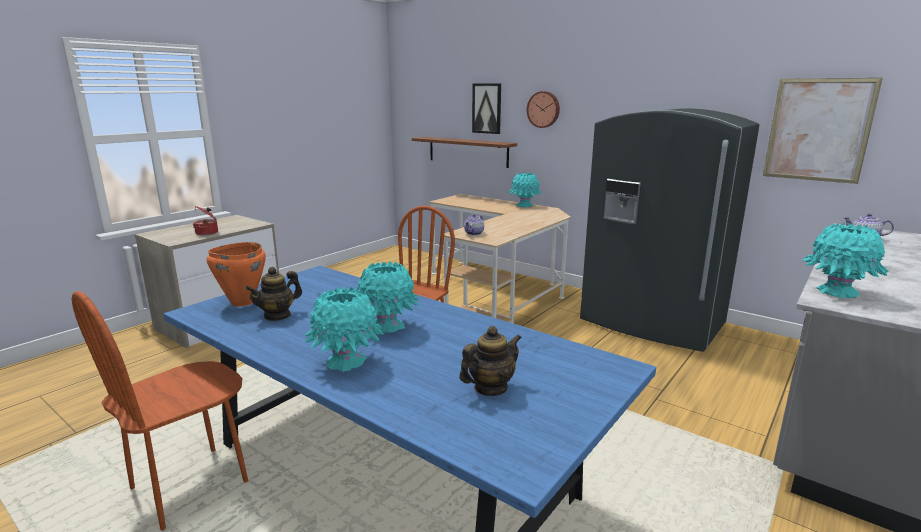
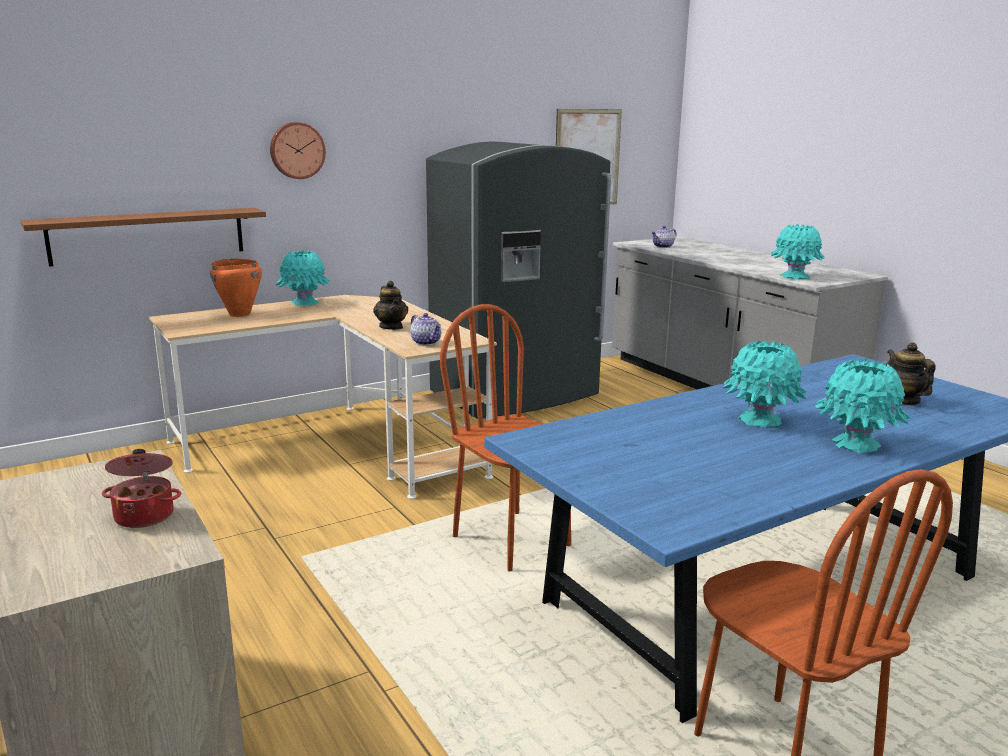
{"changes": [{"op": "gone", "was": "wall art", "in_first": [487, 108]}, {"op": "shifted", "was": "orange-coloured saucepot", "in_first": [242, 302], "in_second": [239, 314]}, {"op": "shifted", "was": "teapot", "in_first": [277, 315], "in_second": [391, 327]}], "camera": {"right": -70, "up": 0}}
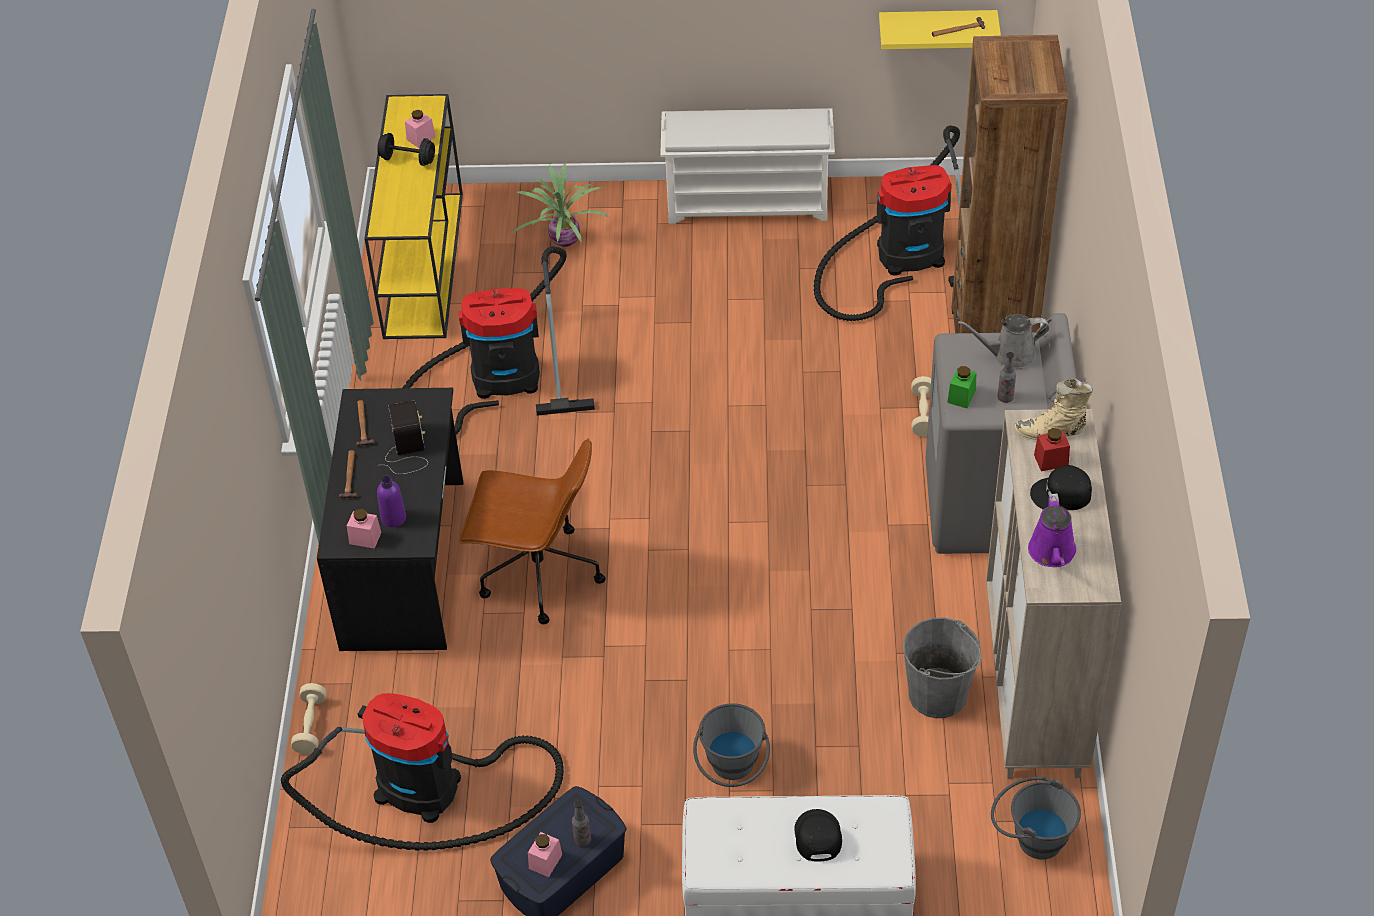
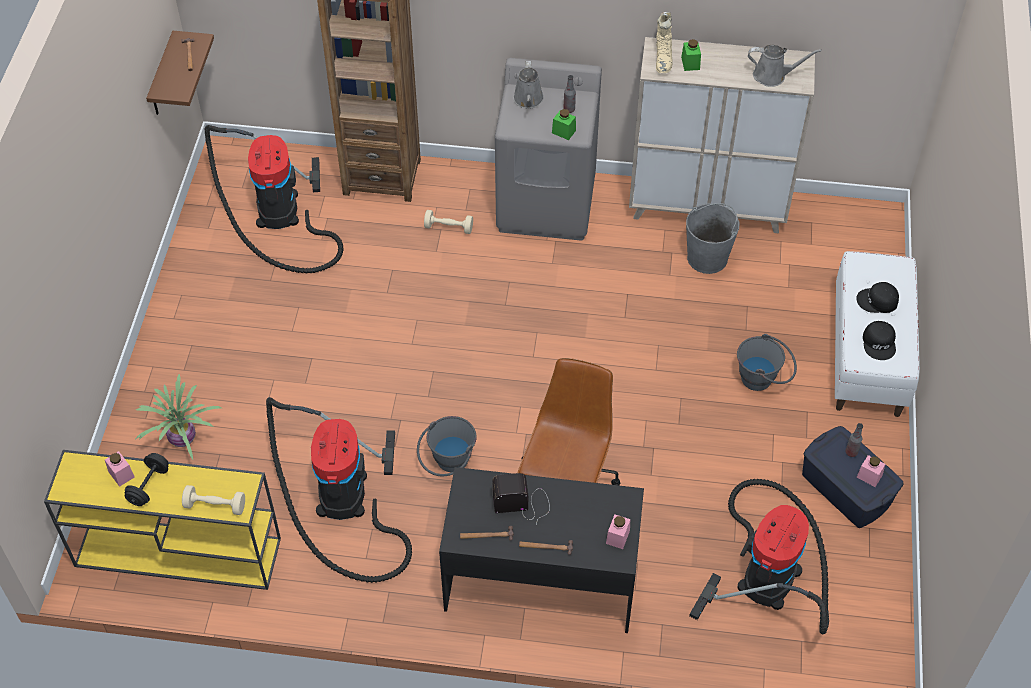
{"changes": [{"op": "repainted", "was": "yellow shelf", "now": "brown shelf", "in_first": [937, 28], "in_second": [162, 76]}, {"op": "gone", "was": "white-coloured shoe rack", "in_first": [749, 203]}, {"op": "repainted", "was": "reddish storage jar", "now": "greenish storage jar", "in_first": [1051, 460], "in_second": [690, 63]}, {"op": "shifted", "was": "blackish peaked cap", "in_first": [1061, 494], "in_second": [879, 343]}, {"op": "gone", "was": "purple beverage bottle", "in_first": [393, 518]}, {"op": "repainted", "was": "purple watering can", "now": "grey watering can", "in_first": [1052, 553], "in_second": [773, 76]}, {"op": "shifted", "was": "beige-coloured dumbbell", "in_first": [311, 726], "in_second": [215, 506]}, {"op": "shifted", "was": "grey water bucket", "in_first": [1031, 837], "in_second": [448, 464]}], "camera": {"right": -85, "up": 5}}
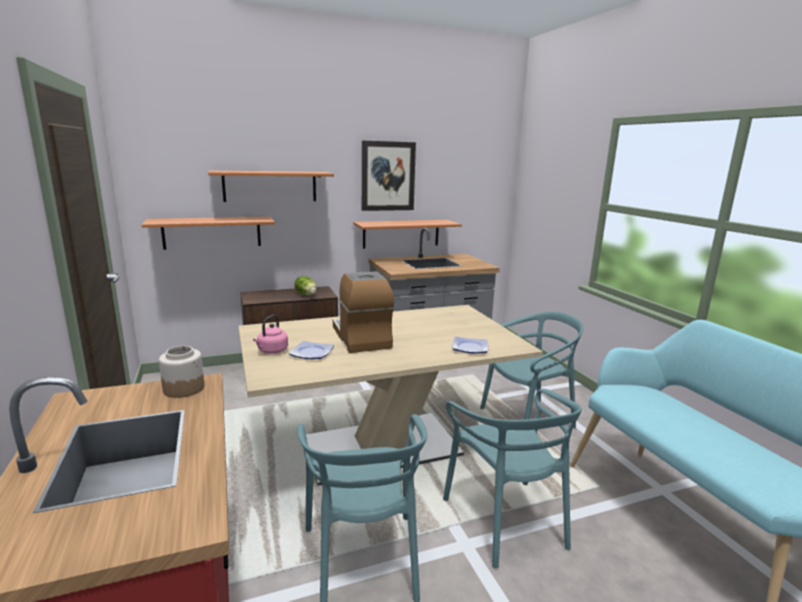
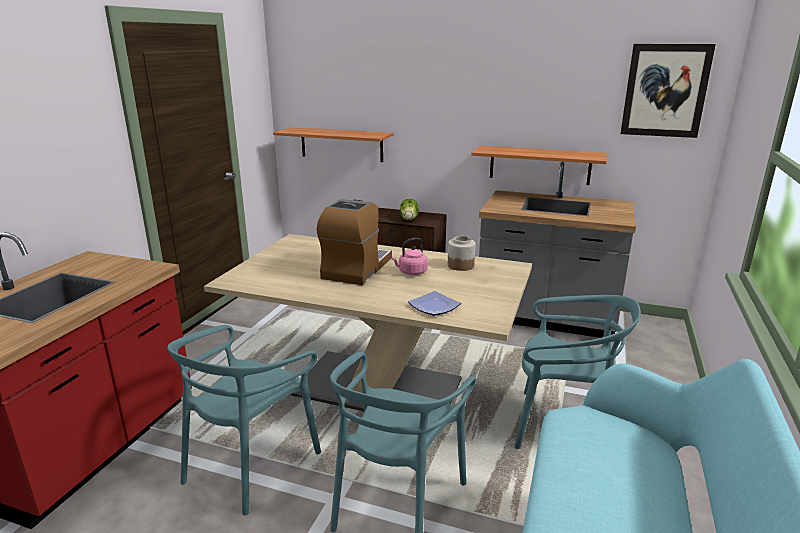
{"changes": [{"op": "shifted", "was": "wall art", "in_first": [388, 176], "in_second": [665, 91]}, {"op": "gone", "was": "shelf", "in_first": [270, 186]}, {"op": "shifted", "was": "pinkish tea kettle", "in_first": [271, 351], "in_second": [411, 272]}, {"op": "gone", "was": "flat dish", "in_first": [310, 353]}, {"op": "shifted", "was": "storage jar", "in_first": [184, 388], "in_second": [460, 265]}], "camera": {"right": 40, "up": 5}}
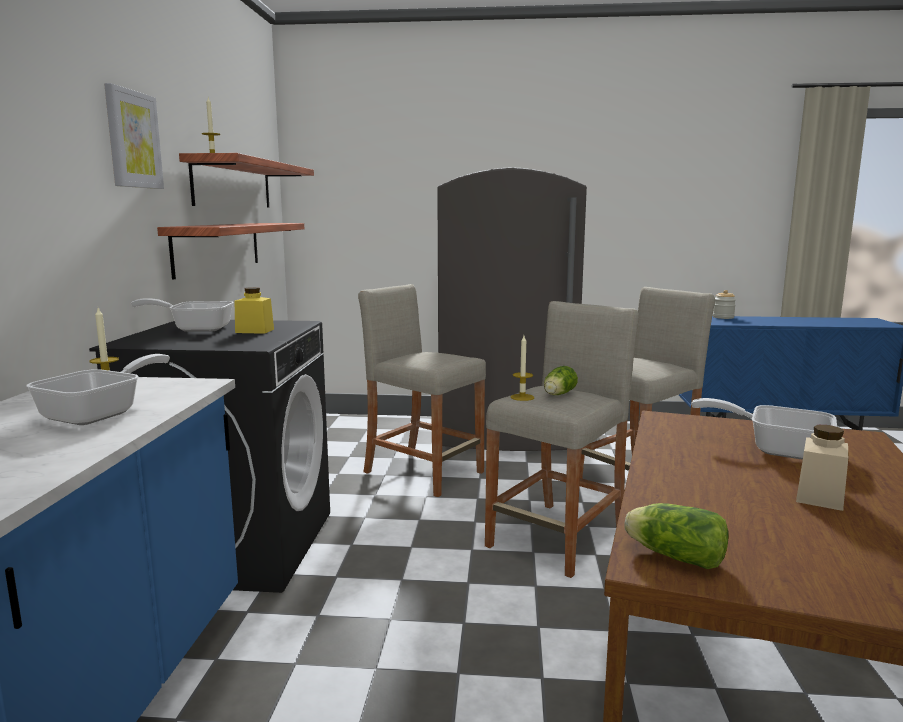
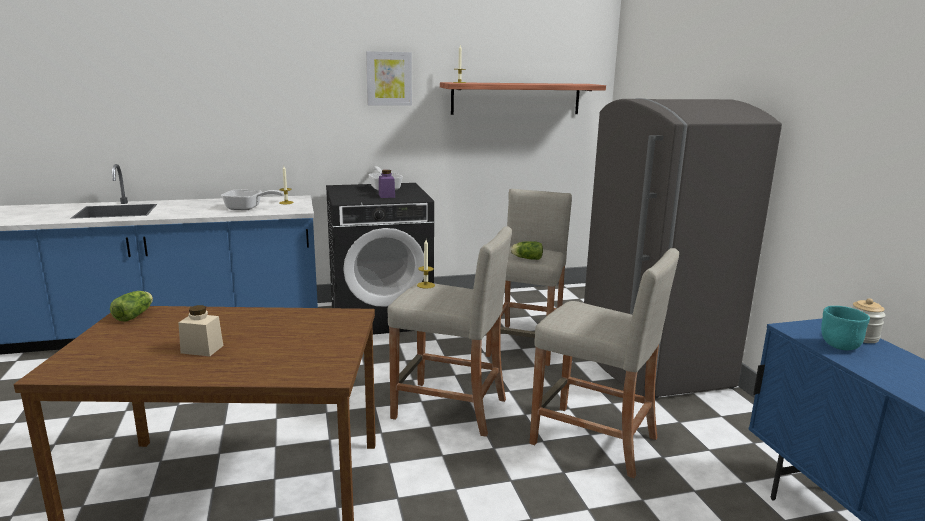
{"changes": [{"op": "gone", "was": "shelf", "in_first": [218, 247]}, {"op": "repainted", "was": "yellow storage jar", "now": "purple storage jar", "in_first": [254, 331], "in_second": [386, 196]}, {"op": "shifted", "was": "lettuce head", "in_first": [558, 394], "in_second": [526, 258]}, {"op": "gone", "was": "skillet", "in_first": [776, 449]}, {"op": "new", "now": "blue-green bowl", "in_second": [839, 346]}], "camera": {"right": 70, "up": 5}}
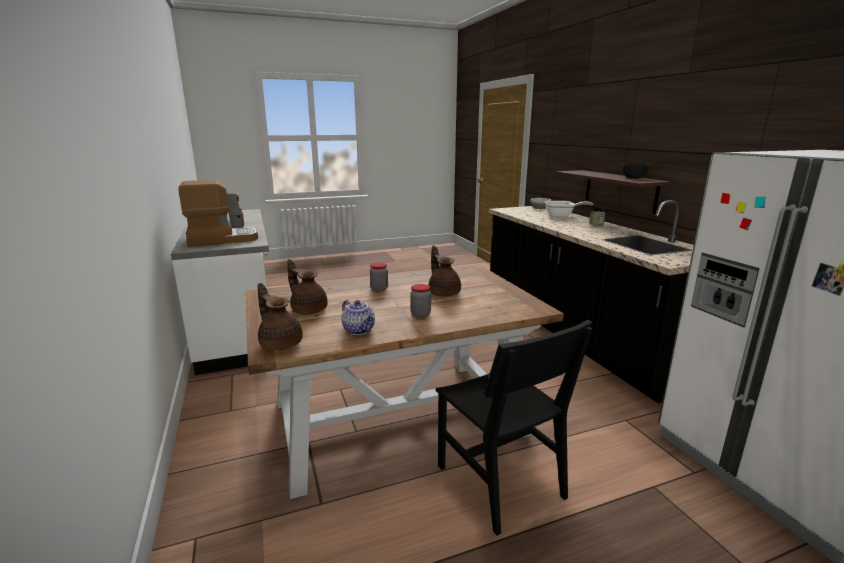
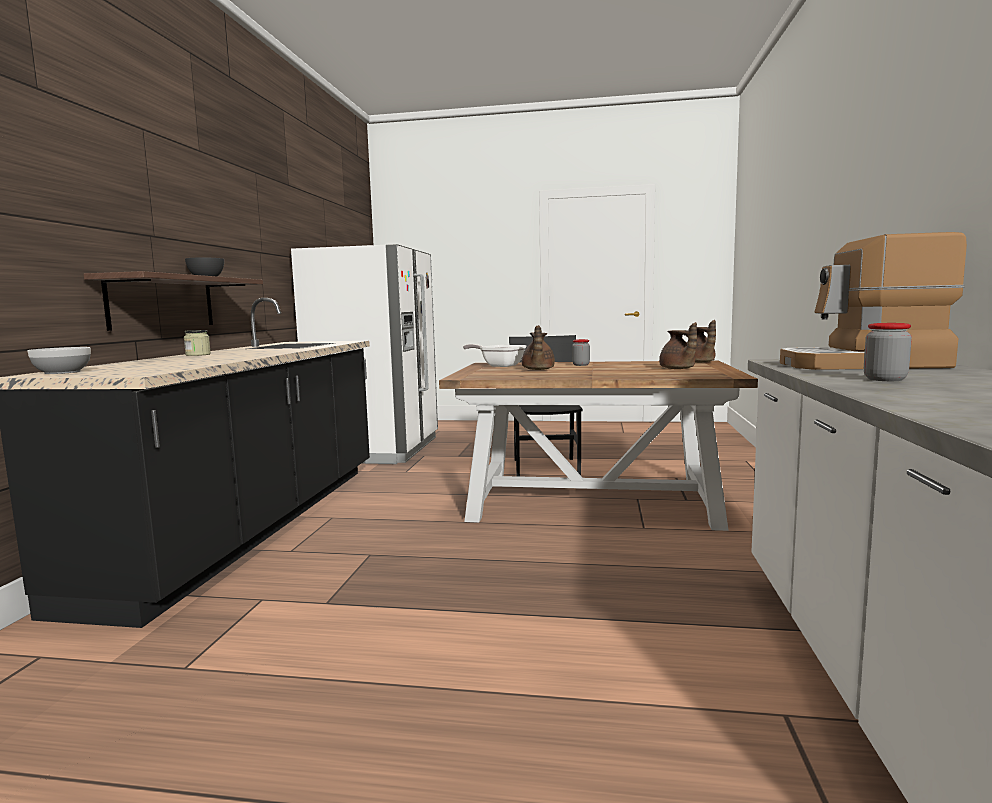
{"changes": [{"op": "shifted", "was": "skillet", "in_first": [562, 216], "in_second": [499, 365]}, {"op": "gone", "was": "storage jar", "in_first": [379, 289]}, {"op": "gone", "was": "teapot", "in_first": [359, 330]}], "camera": {"right": -150, "up": -10}}
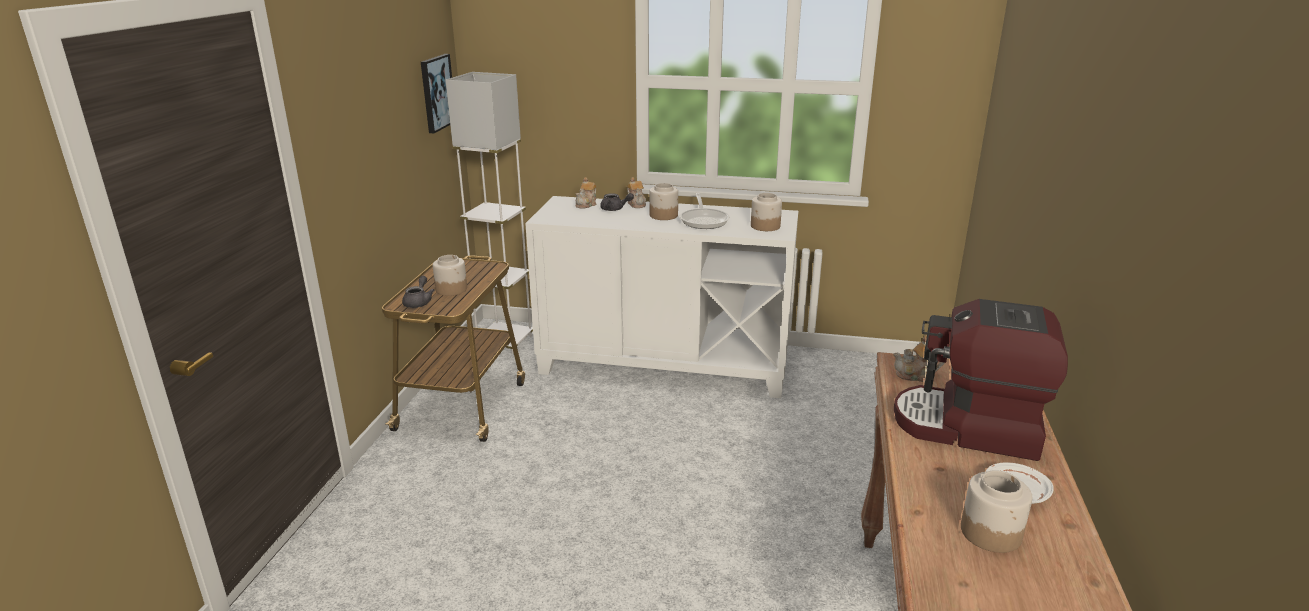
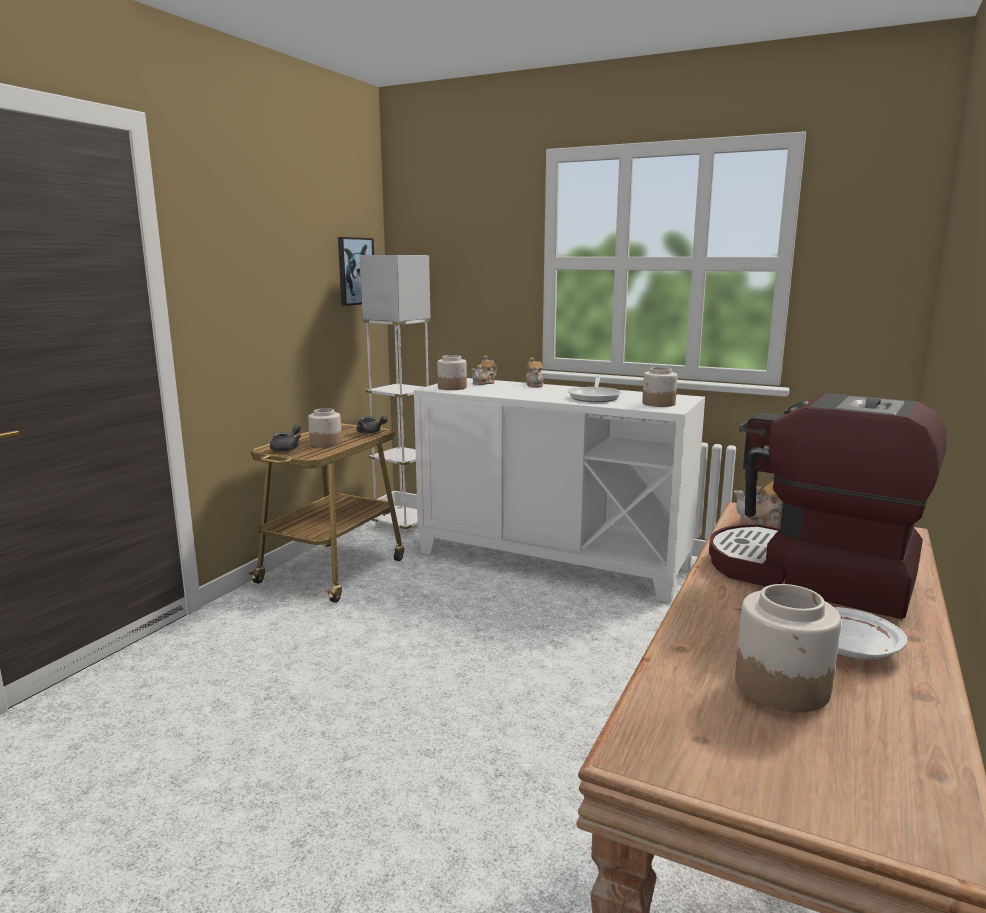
{"changes": [{"op": "shifted", "was": "storage jar", "in_first": [664, 215], "in_second": [452, 387]}, {"op": "shifted", "was": "grey teapot", "in_first": [615, 209], "in_second": [371, 432]}], "camera": {"right": 15, "up": -10}}
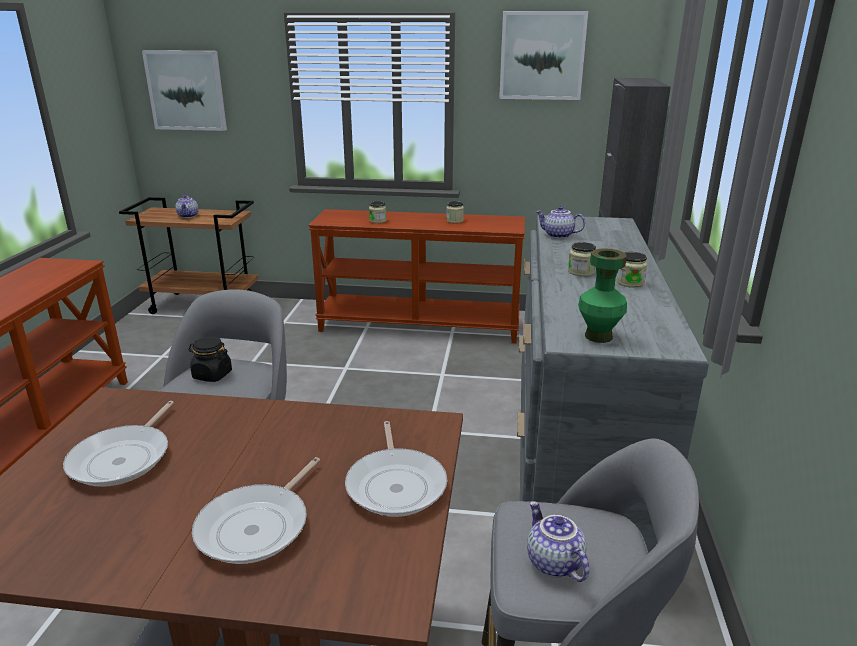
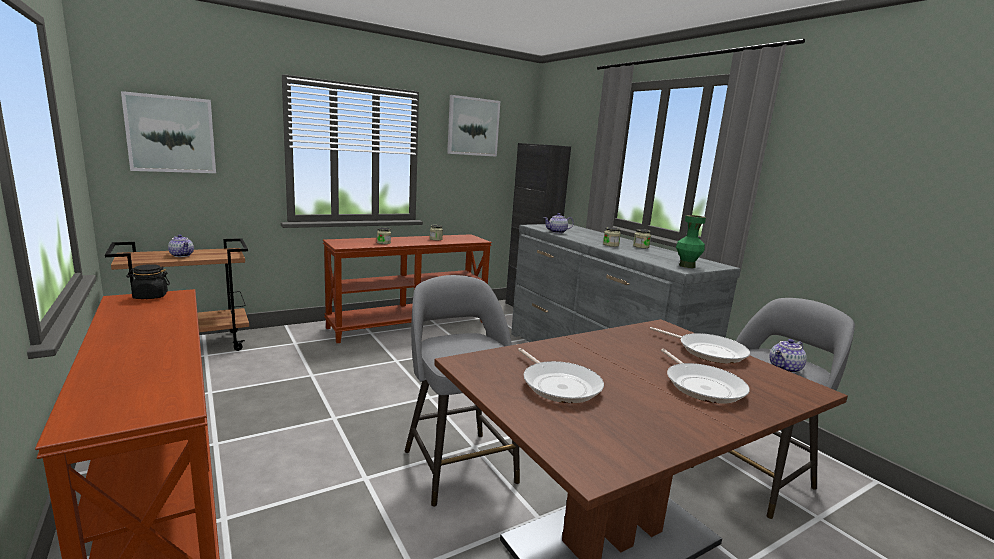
{"changes": [{"op": "shifted", "was": "blackish storage jar", "in_first": [212, 375], "in_second": [150, 296]}, {"op": "rotated", "was": "teapot", "in_first": [553, 563], "in_second": [785, 369], "clockwise": -60}], "camera": {"right": -40, "up": -10}}
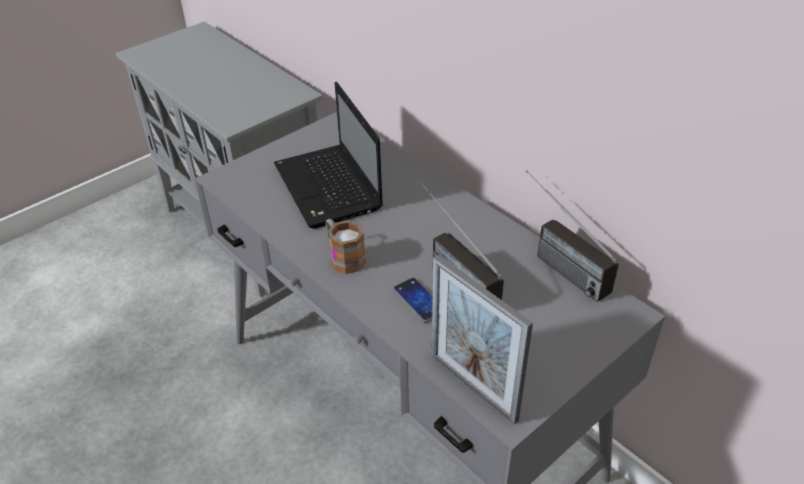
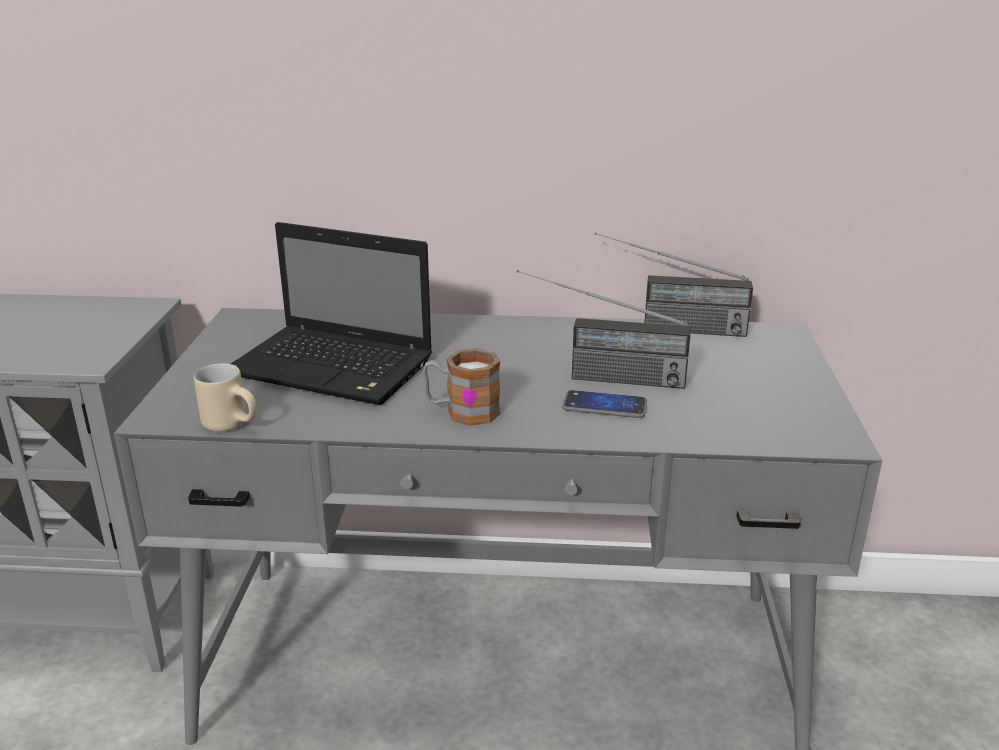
{"changes": [{"op": "gone", "was": "photo frame", "in_first": [473, 387]}, {"op": "new", "now": "beige-coloured tea mug", "in_second": [234, 424]}], "camera": {"right": -45, "up": -15}}
